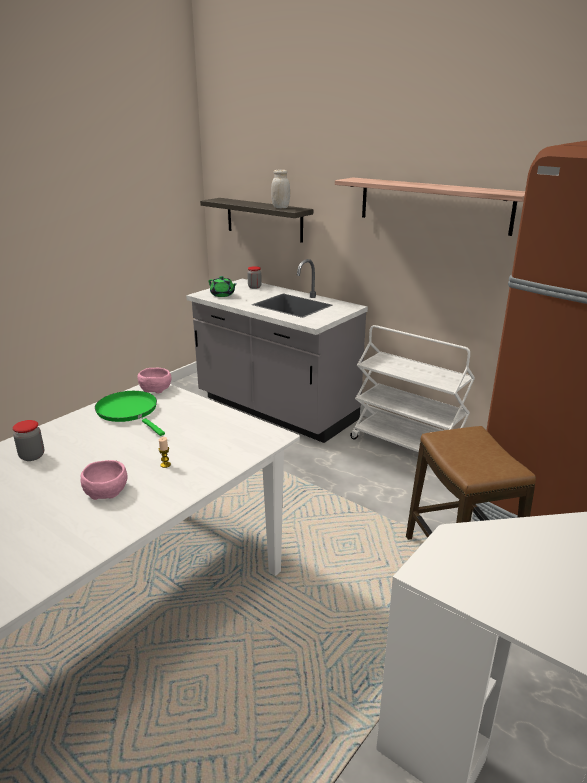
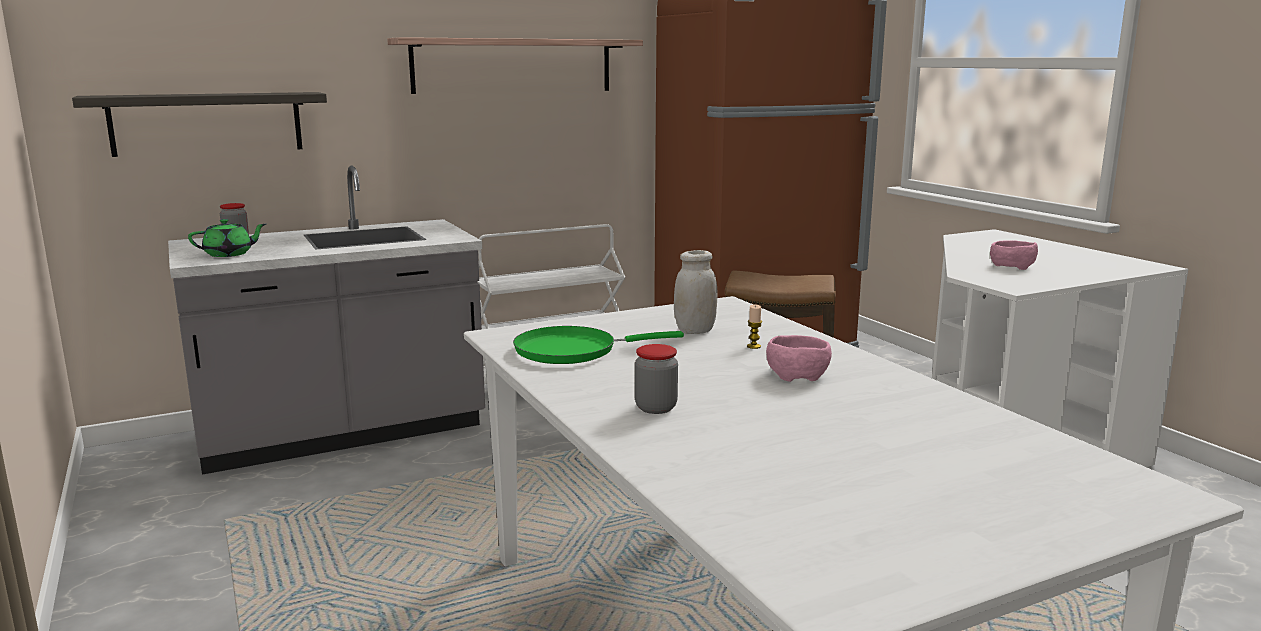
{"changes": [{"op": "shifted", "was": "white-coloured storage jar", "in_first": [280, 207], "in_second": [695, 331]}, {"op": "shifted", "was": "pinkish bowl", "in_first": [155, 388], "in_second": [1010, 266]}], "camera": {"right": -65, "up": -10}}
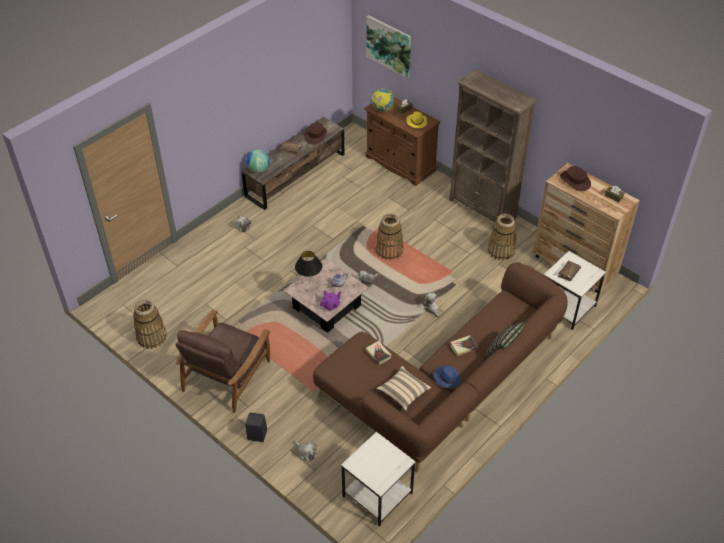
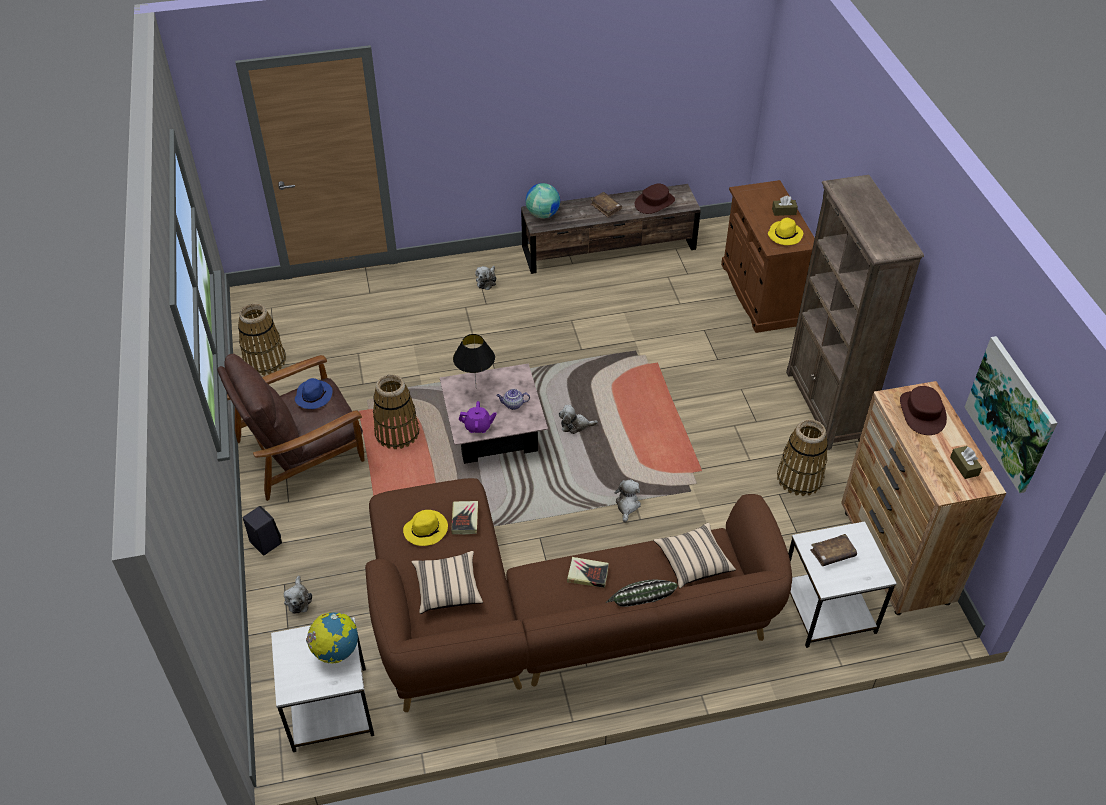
{"changes": [{"op": "shifted", "was": "wall art", "in_first": [389, 46], "in_second": [1011, 413]}, {"op": "shifted", "was": "desk globe", "in_first": [382, 109], "in_second": [336, 650]}, {"op": "shifted", "was": "basket", "in_first": [389, 250], "in_second": [397, 433]}, {"op": "shifted", "was": "bluish hat", "in_first": [446, 377], "in_second": [313, 396]}, {"op": "new", "now": "yellow hat", "in_second": [426, 529]}, {"op": "new", "now": "beige-coloured pillow", "in_second": [693, 562]}], "camera": {"right": 35, "up": 0}}
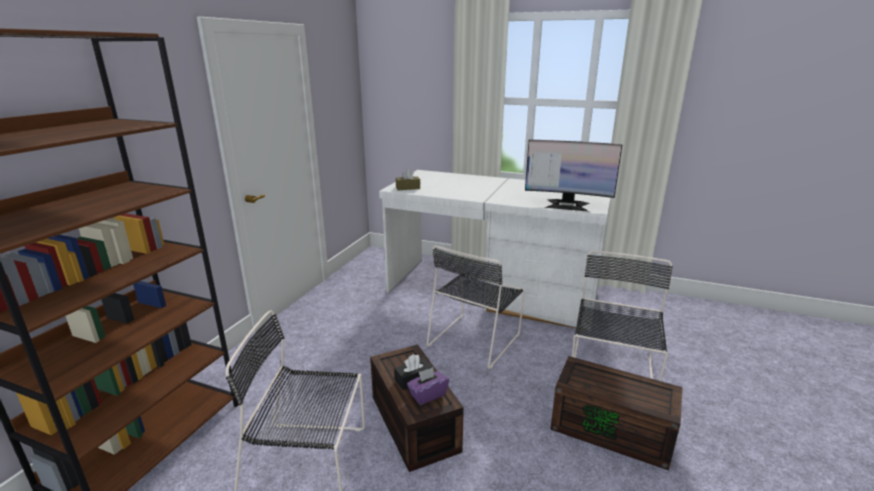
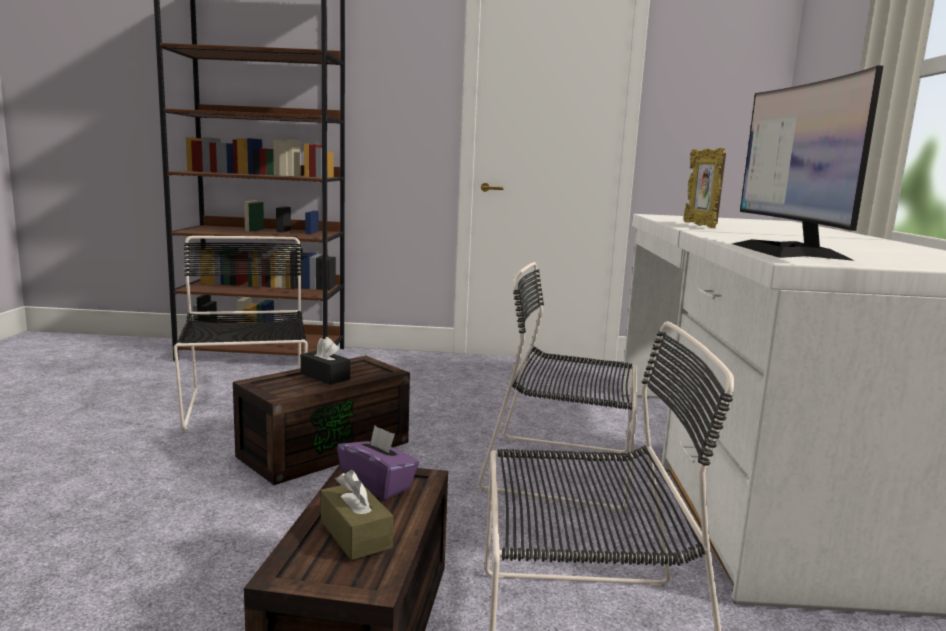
{"changes": [{"op": "shifted", "was": "brown box of tissues", "in_first": [408, 188], "in_second": [355, 534]}, {"op": "shifted", "was": "purple box of tissues", "in_first": [427, 395], "in_second": [378, 485]}, {"op": "new", "now": "photo frame", "in_second": [700, 226]}], "camera": {"right": 70, "up": -10}}
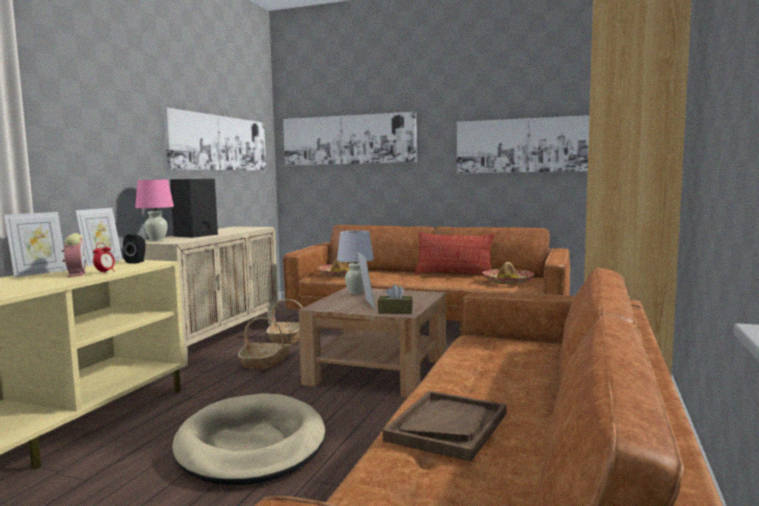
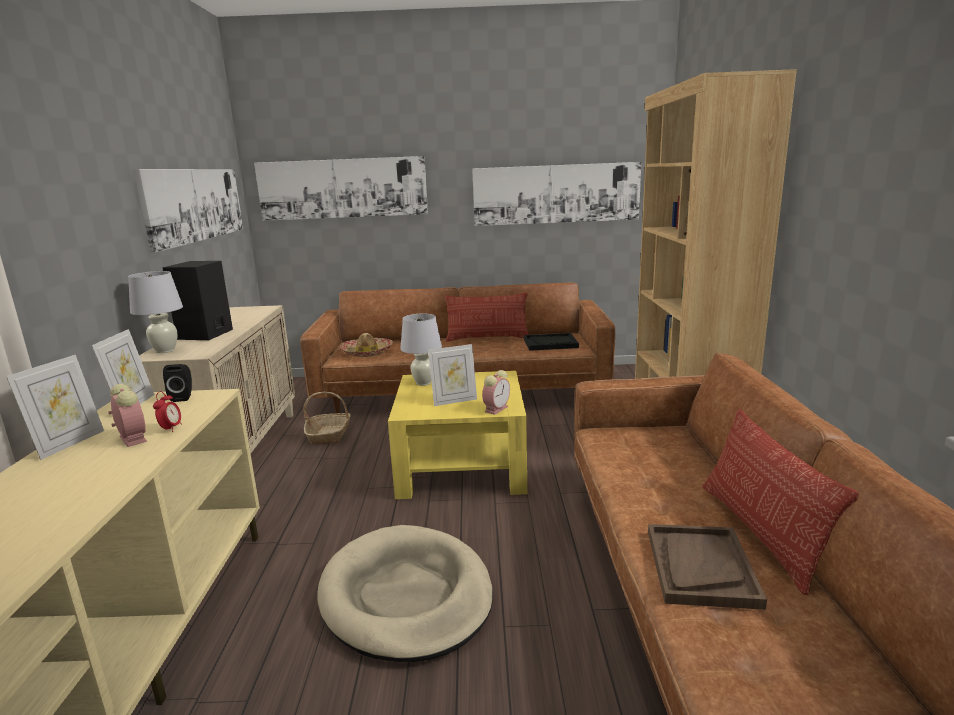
{"changes": [{"op": "repainted", "was": "pinkish table lamp", "now": "white-coloured table lamp", "in_first": [156, 240], "in_second": [165, 351]}, {"op": "rotated", "was": "photo frame", "in_first": [366, 304], "in_second": [454, 401], "clockwise": 105}, {"op": "swapped", "was": "hat", "now": "blackish tray", "in_first": [507, 281], "in_second": [550, 343]}, {"op": "swapped", "was": "brown box of tissues", "now": "alarm clock", "in_first": [395, 311], "in_second": [496, 408]}, {"op": "repainted", "was": "brown low table", "now": "yellow low table", "in_first": [377, 371], "in_second": [462, 465]}, {"op": "gone", "was": "basket", "in_first": [265, 362]}, {"op": "new", "now": "pillow", "in_second": [760, 533]}], "camera": {"right": -20, "up": 10}}
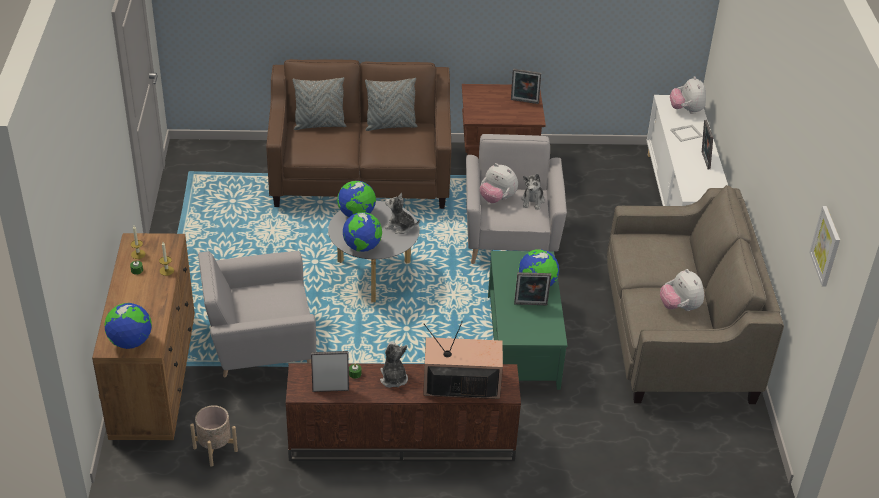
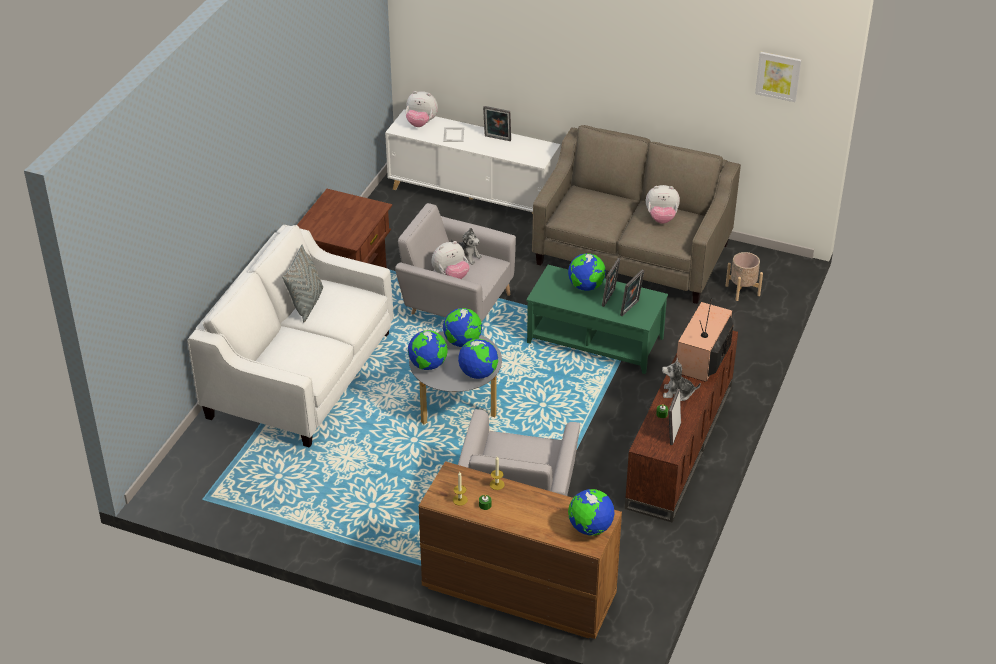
{"changes": [{"op": "repainted", "was": "brown couch", "now": "white-coloured couch", "in_first": [361, 176], "in_second": [300, 374]}, {"op": "shifted", "was": "photo frame", "in_first": [524, 102], "in_second": [631, 309]}, {"op": "gone", "was": "grey pillow", "in_first": [319, 125]}, {"op": "swapped", "was": "cuddly toy", "now": "desk globe", "in_first": [400, 226], "in_second": [462, 342]}, {"op": "shifted", "was": "beige-coloured flower pot", "in_first": [215, 449], "in_second": [742, 290]}], "camera": {"right": -65, "up": 0}}
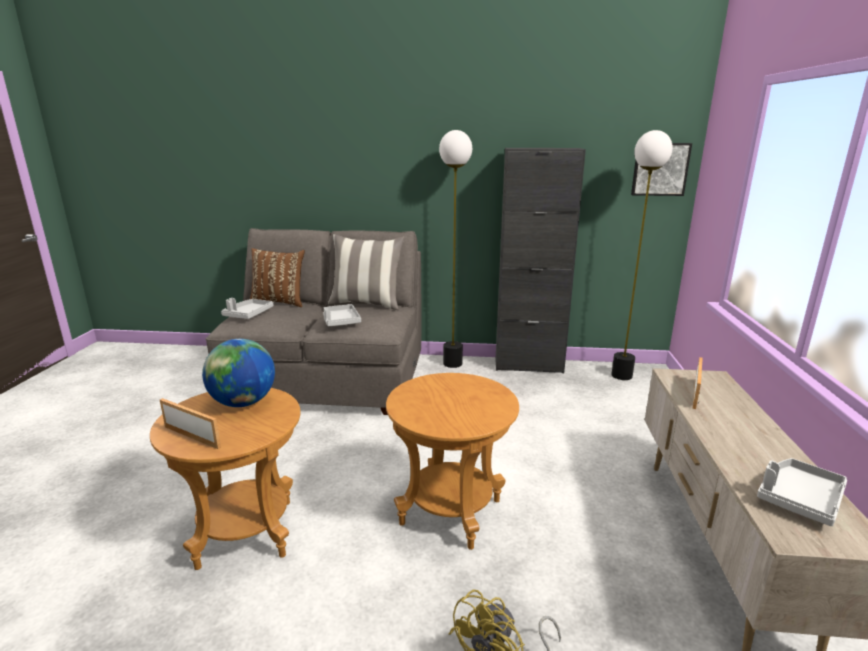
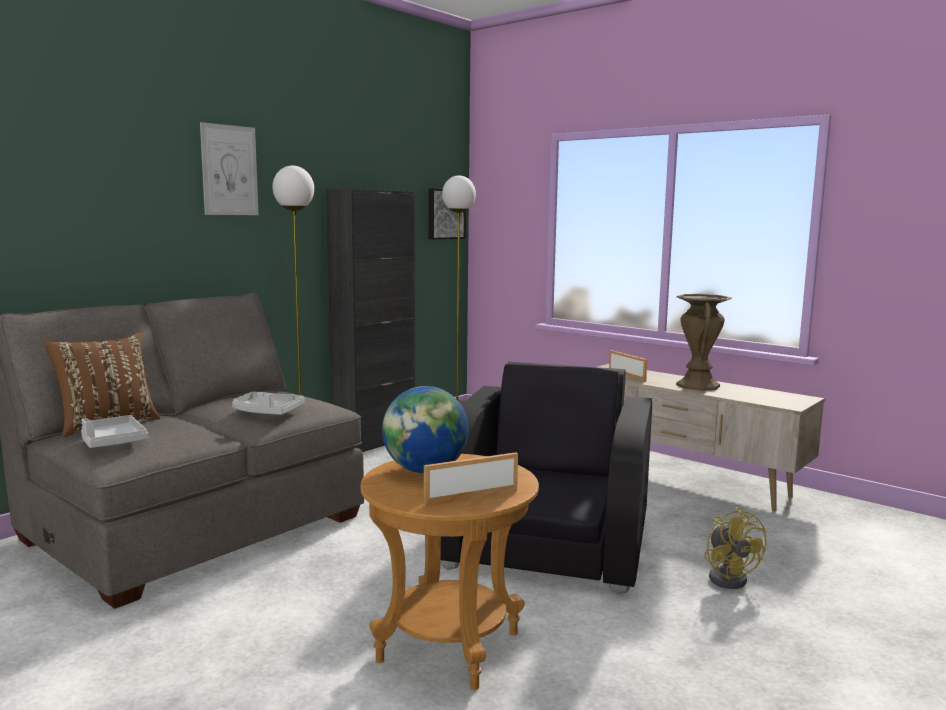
{"changes": [{"op": "gone", "was": "pillow", "in_first": [367, 304]}, {"op": "swapped", "was": "brown accent table", "now": "blackish easy chair", "in_first": [450, 511], "in_second": [548, 542]}, {"op": "gone", "was": "grey tray", "in_first": [799, 498]}, {"op": "new", "now": "wall art", "in_second": [229, 170]}, {"op": "new", "now": "brown flower vase", "in_second": [697, 385]}], "camera": {"right": -55, "up": -10}}
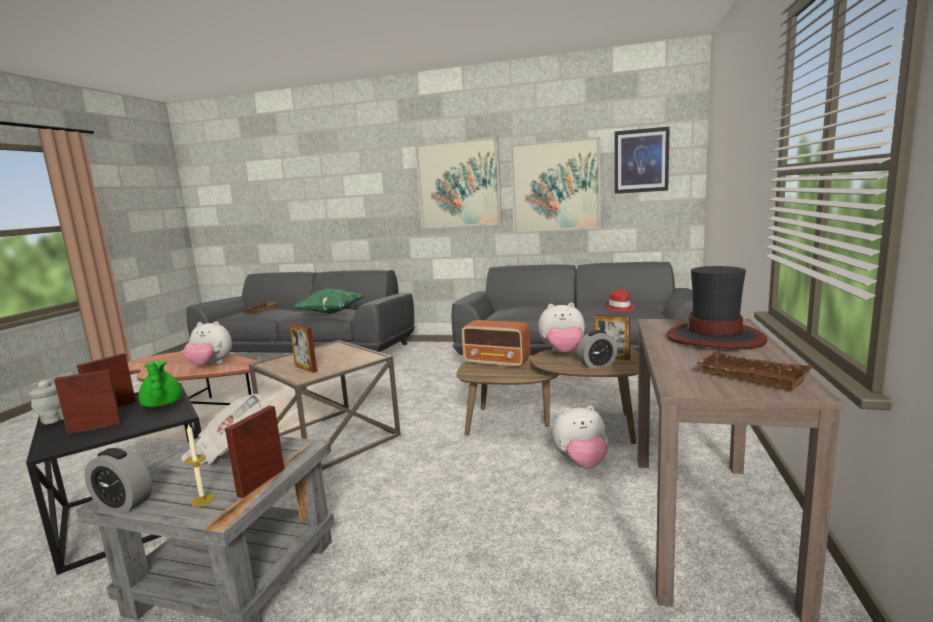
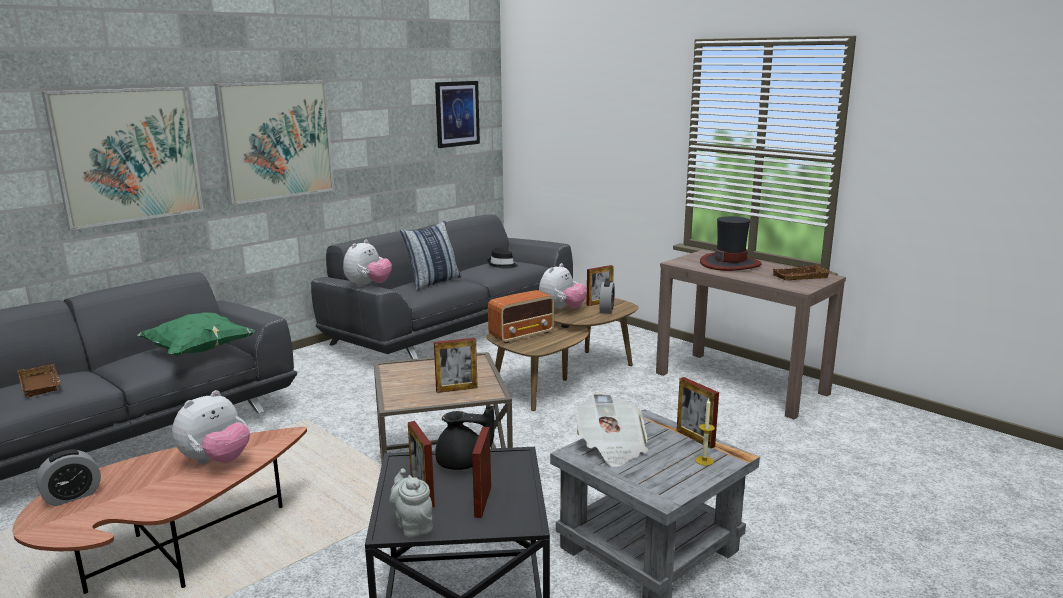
{"changes": [{"op": "shifted", "was": "wall art", "in_first": [555, 186], "in_second": [128, 155]}, {"op": "repainted", "was": "reddish hat", "now": "blackish hat", "in_first": [620, 307], "in_second": [502, 265]}, {"op": "repainted", "was": "greenish teapot", "now": "blackish teapot", "in_first": [161, 404], "in_second": [462, 463]}, {"op": "shifted", "was": "cuddly toy", "in_first": [581, 463], "in_second": [368, 285]}, {"op": "shifted", "was": "alarm clock", "in_first": [123, 503], "in_second": [72, 496]}, {"op": "new", "now": "pillow", "in_second": [433, 282]}], "camera": {"right": -60, "up": 5}}
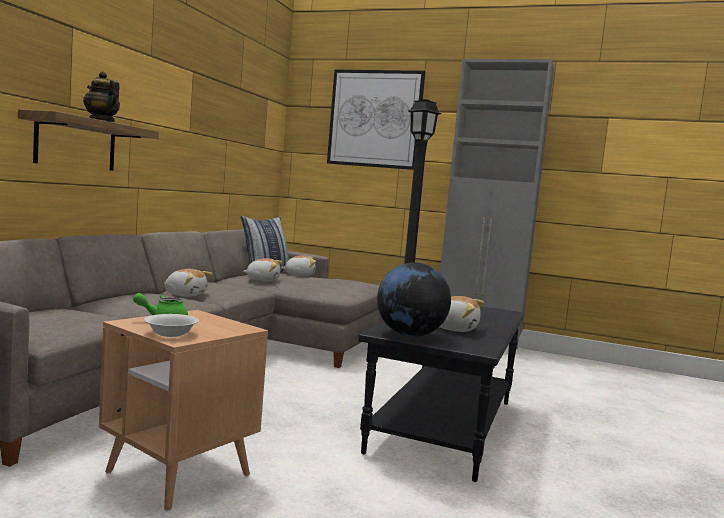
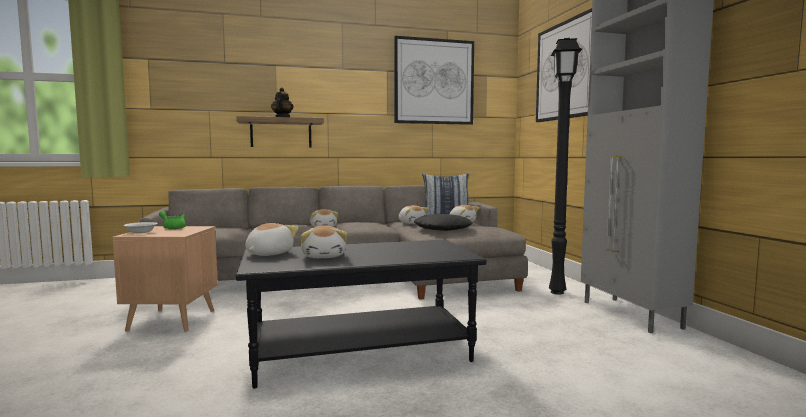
{"changes": [{"op": "swapped", "was": "desk globe", "now": "cuddly toy", "in_first": [410, 335], "in_second": [268, 254]}, {"op": "new", "now": "wall art", "in_second": [434, 81]}, {"op": "new", "now": "blackish pillow", "in_second": [442, 229]}], "camera": {"right": 55, "up": 0}}
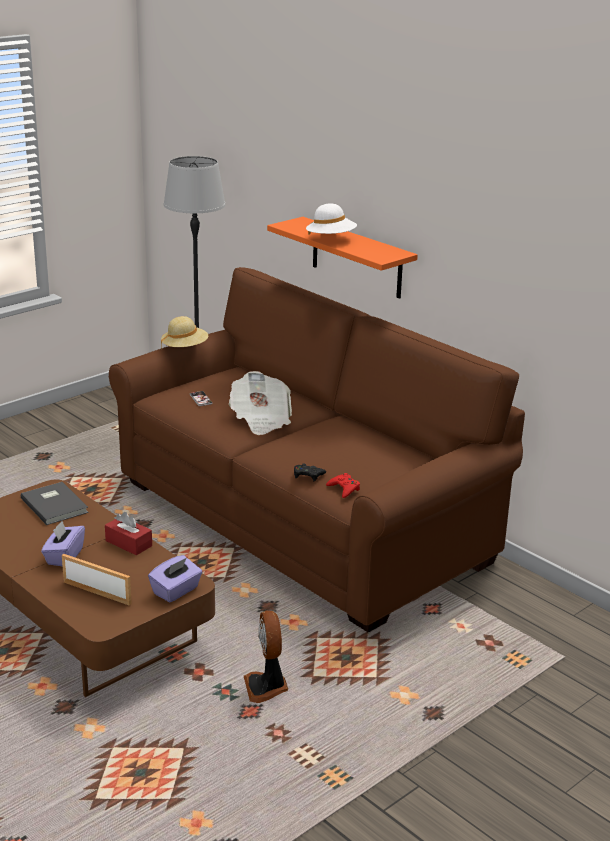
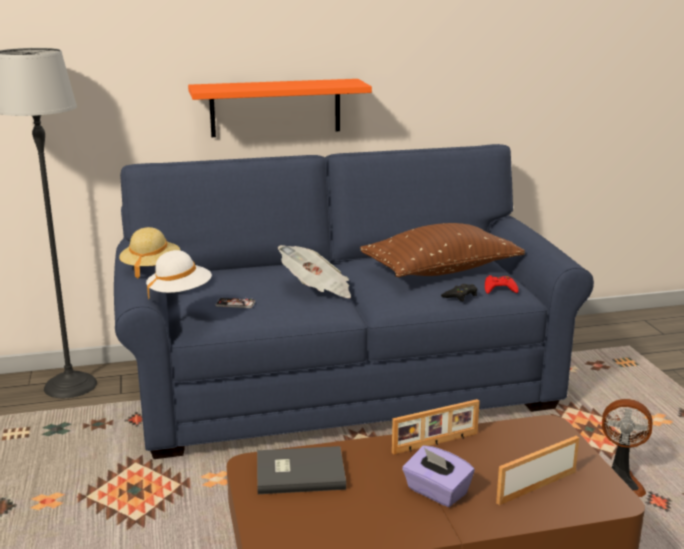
{"changes": [{"op": "shifted", "was": "white-coloured hat", "in_first": [331, 239], "in_second": [180, 293]}, {"op": "repainted", "was": "brown couch", "now": "bluish couch", "in_first": [303, 522], "in_second": [342, 387]}, {"op": "swapped", "was": "reddish box of tissues", "now": "photo frame", "in_first": [128, 543], "in_second": [436, 443]}, {"op": "gone", "was": "purple box of tissues", "in_first": [176, 591]}, {"op": "new", "now": "brown pillow", "in_second": [441, 271]}], "camera": {"right": -60, "up": -5}}
